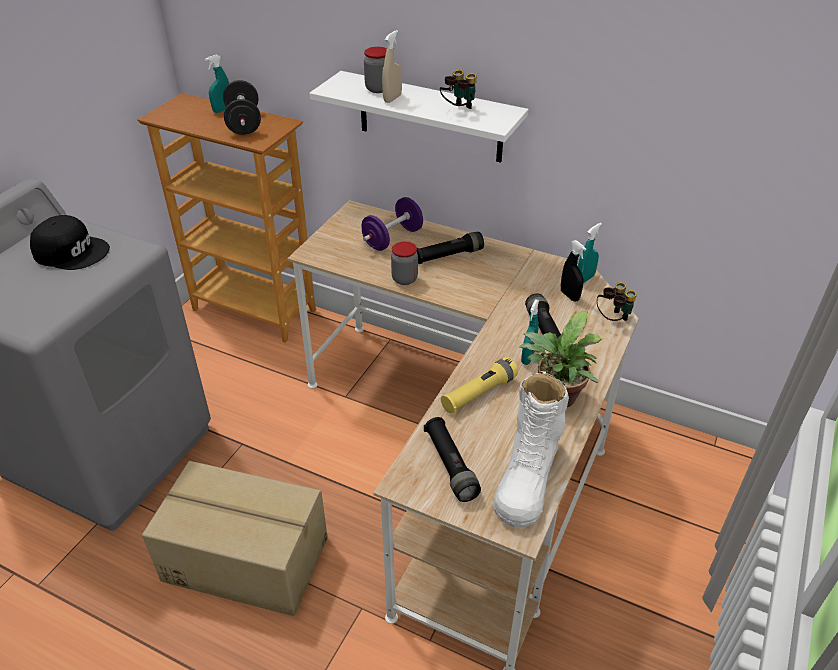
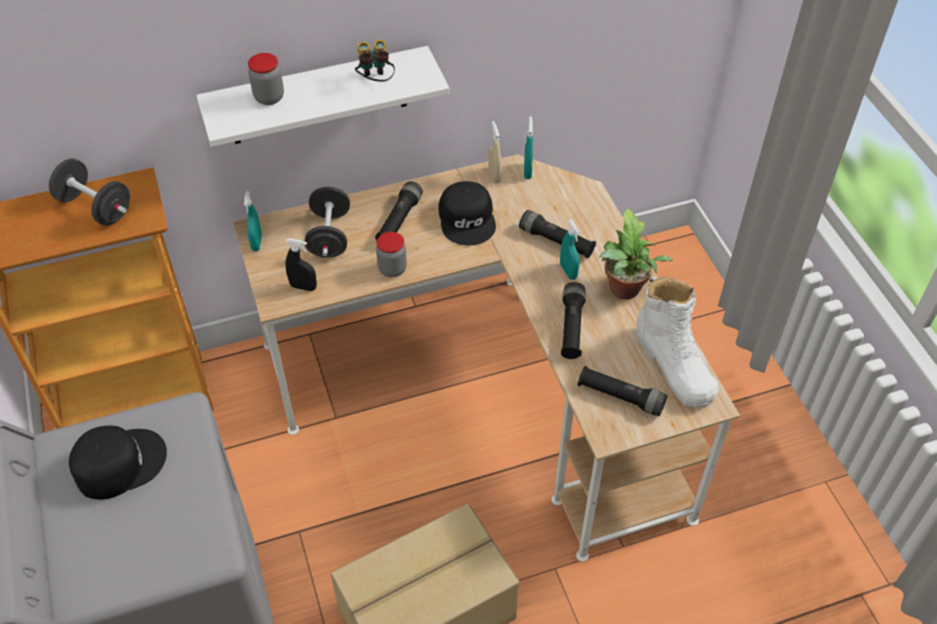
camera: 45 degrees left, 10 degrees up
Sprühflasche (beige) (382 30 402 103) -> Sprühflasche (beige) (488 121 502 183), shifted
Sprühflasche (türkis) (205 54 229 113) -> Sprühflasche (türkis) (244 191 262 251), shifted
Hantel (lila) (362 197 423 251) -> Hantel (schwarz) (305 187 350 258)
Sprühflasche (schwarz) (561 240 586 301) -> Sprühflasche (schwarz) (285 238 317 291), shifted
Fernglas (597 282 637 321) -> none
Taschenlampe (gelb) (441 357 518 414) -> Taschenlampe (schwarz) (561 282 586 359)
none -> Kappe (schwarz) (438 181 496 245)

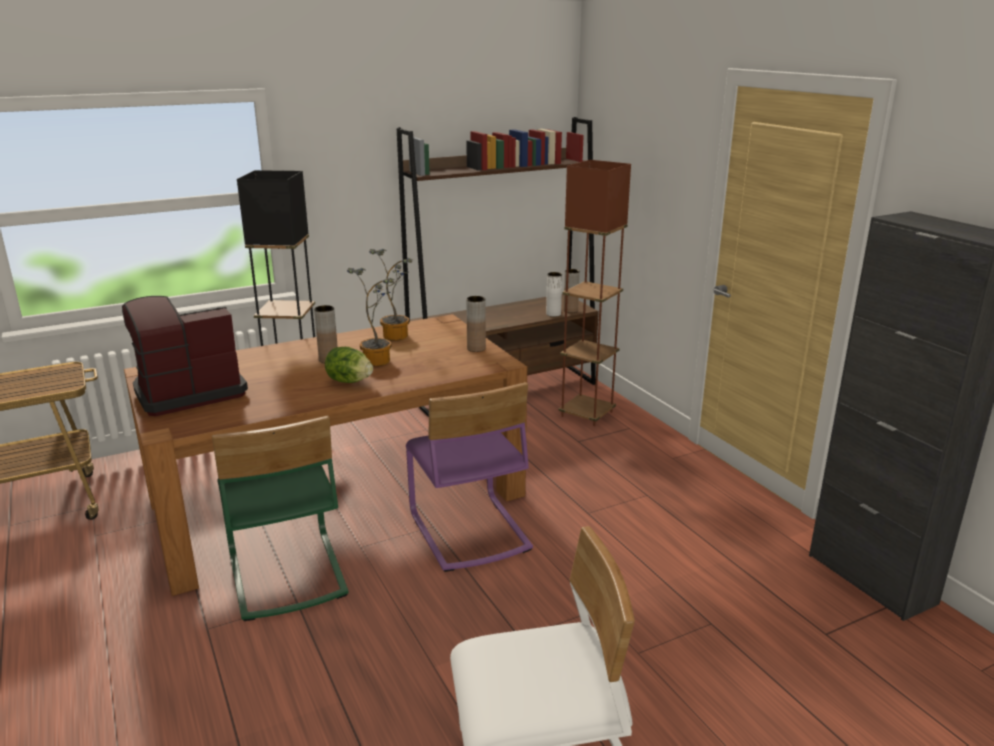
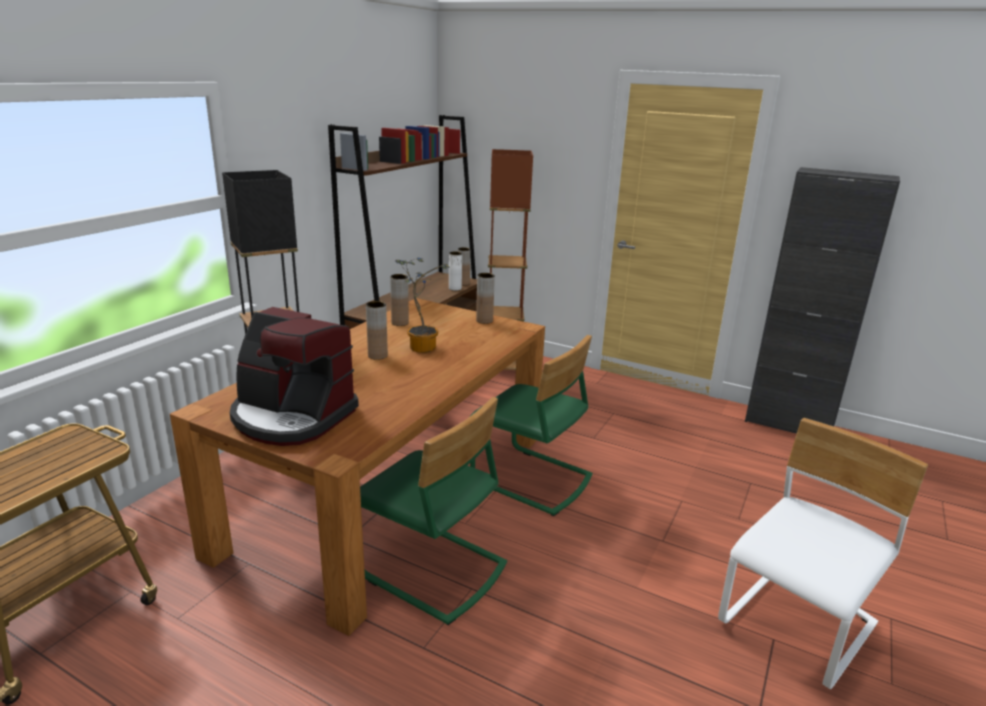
camera: 35 degrees left, 0 degrees up
Topfpflanze (369 248 413 341) -> Vase (braun) (390 274 409 326)
Kaffeemaschine (122 296 248 416) -> Kaffeemaschine (230 307 359 446), 90 degrees counterclockwise
Salatkopf (325 347 373 383) -> none
Stuhl (lila) (406 382 533 572) -> Stuhl (grün) (470 335 593 516)

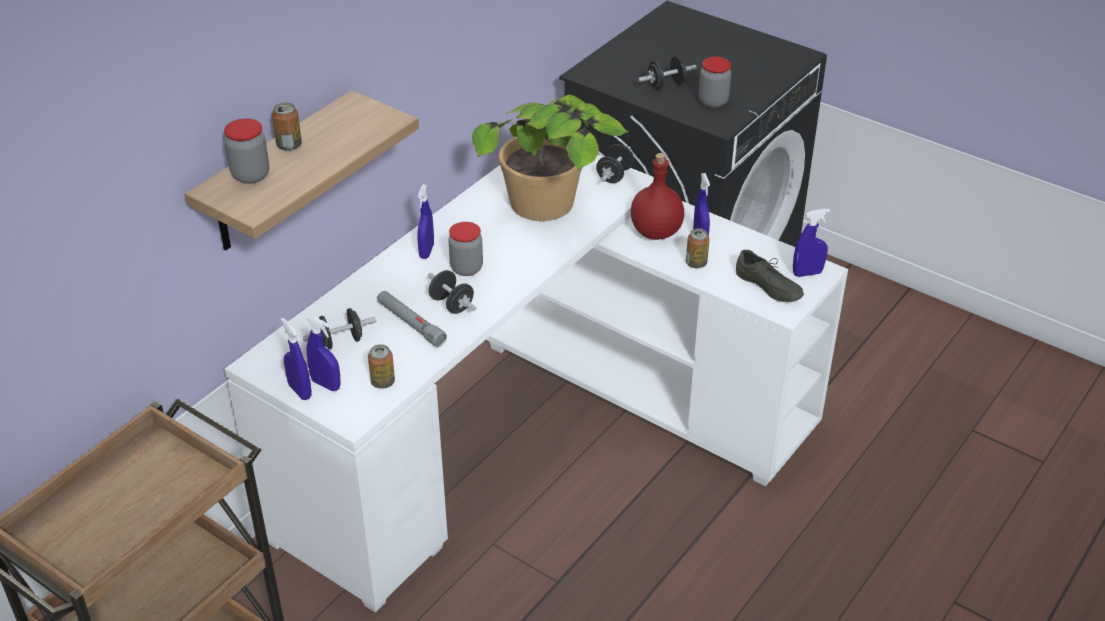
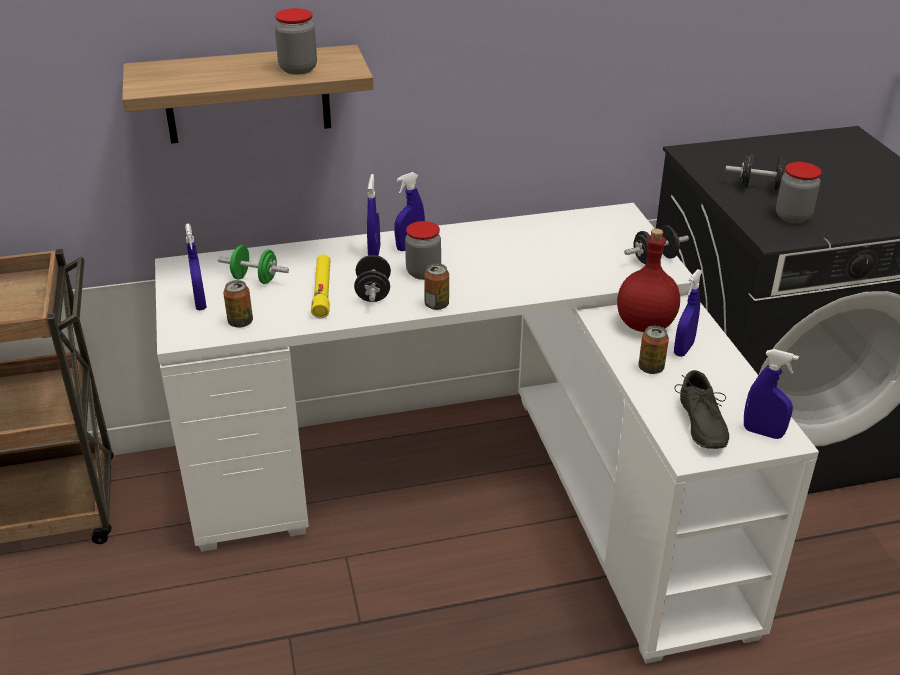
camera: 40 degrees right, 5 degrees down
Topfpflanze (472 94 629 221) -> none
Dose (272 102 302 151) -> Dose (424 264 449 310), shifted
Vorratsglas (224 118 270 184) -> Vorratsglas (275 8 317 75), shifted
Taschenlampe (grau) (377 291 447 347) -> Taschenlampe (gelb) (311 254 330 318)
Hantel (schwarz) (303 308 376 349) -> Hantel (grün) (218 245 289 284)
Sprühflasche (blau) (281 318 312 400) -> Sprühflasche (blau) (367 174 380 256), shifted

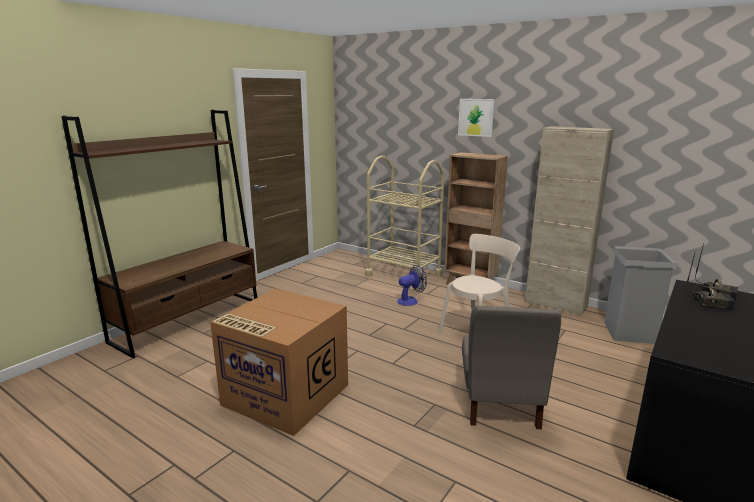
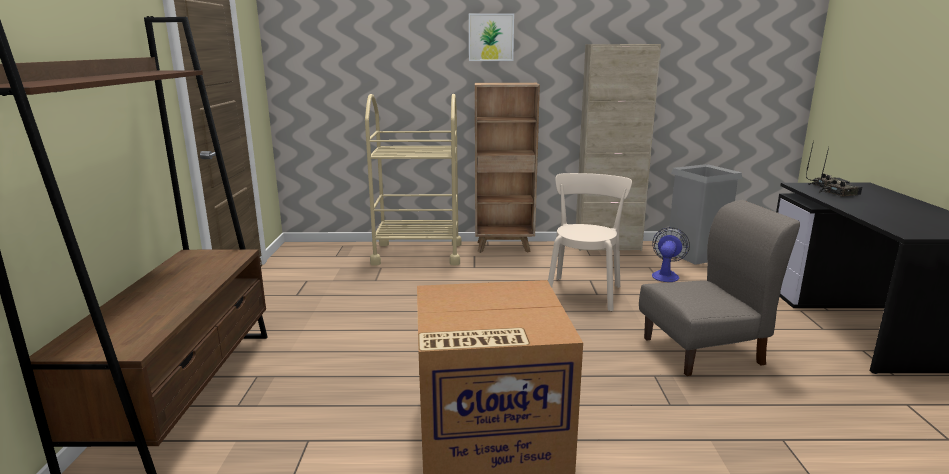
camera: 35 degrees left, 0 degrees up
Ventilator (397 265 427 306) -> Ventilator (652 227 690 282), shifted
Stuhl (grau) (462 306 561 429) -> Stuhl (grau) (639 200 800 376), 75 degrees counterclockwise

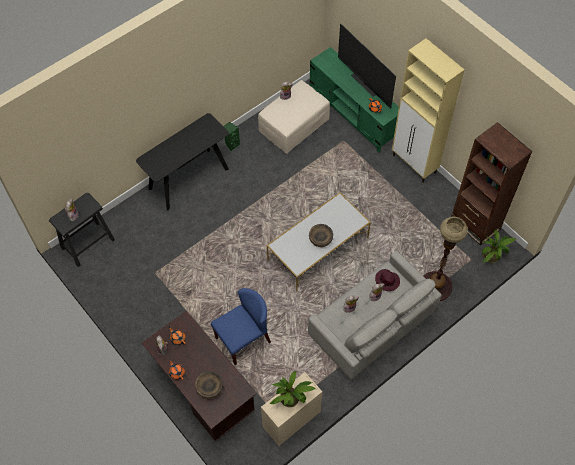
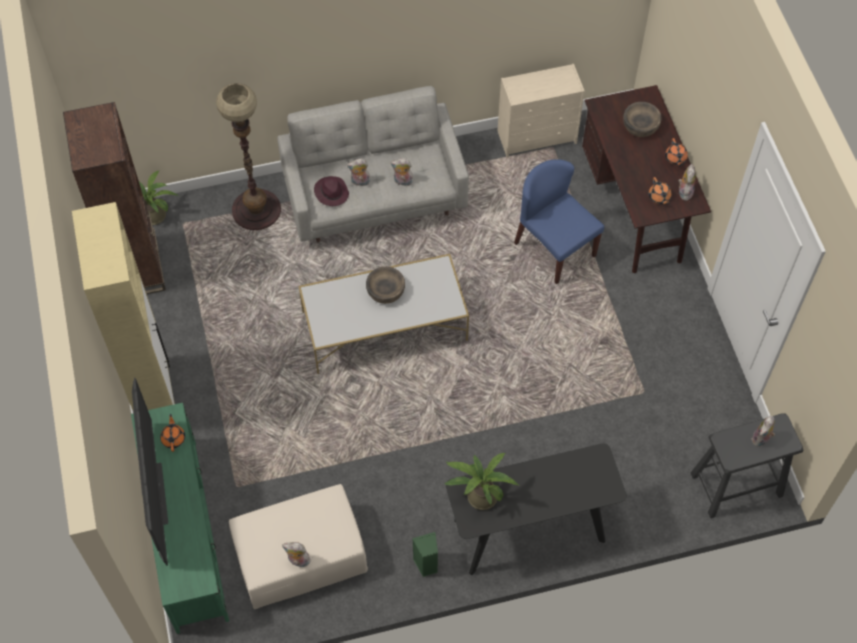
camera: 155 degrees left, 0 degrees up
Stuhl (blau) (211 288 271 365) -> Stuhl (blau) (514 159 604 284), 60 degrees clockwise
Topfpflanze (269 371 316 407) -> Topfpflanze (444 453 519 510), shifted

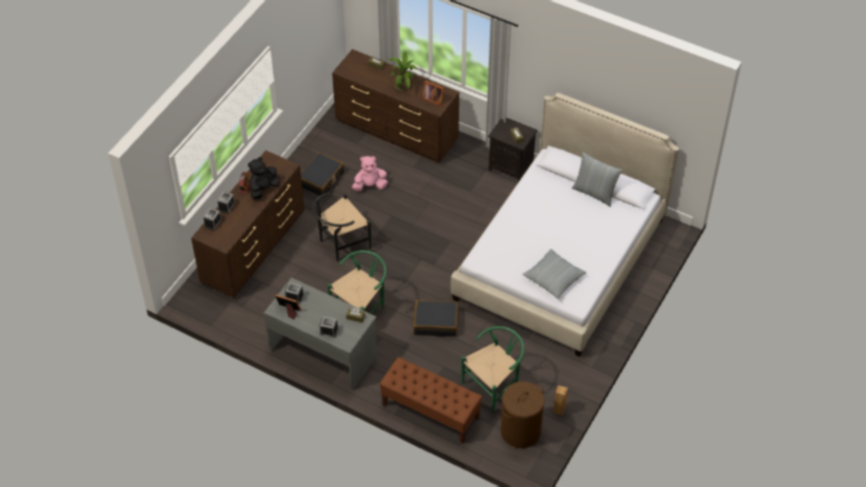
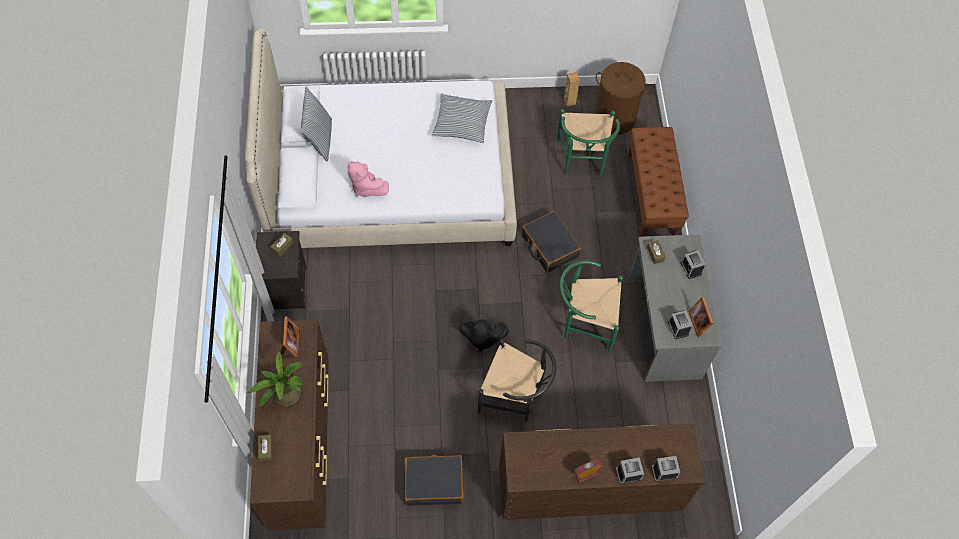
camera: 125 degrees left, 10 degrees up
Plüschtier (rosa) (352 156 388 191) -> Plüschtier (rosa) (348 161 389 197), shifted
Plüschtier (schwarz) (248 157 280 200) -> Plüschtier (schwarz) (459 319 509 352), shifted
Stuhl (grün) (461 326 524 413) -> Stuhl (grün) (557 109 620 176), 105 degrees counterclockwise

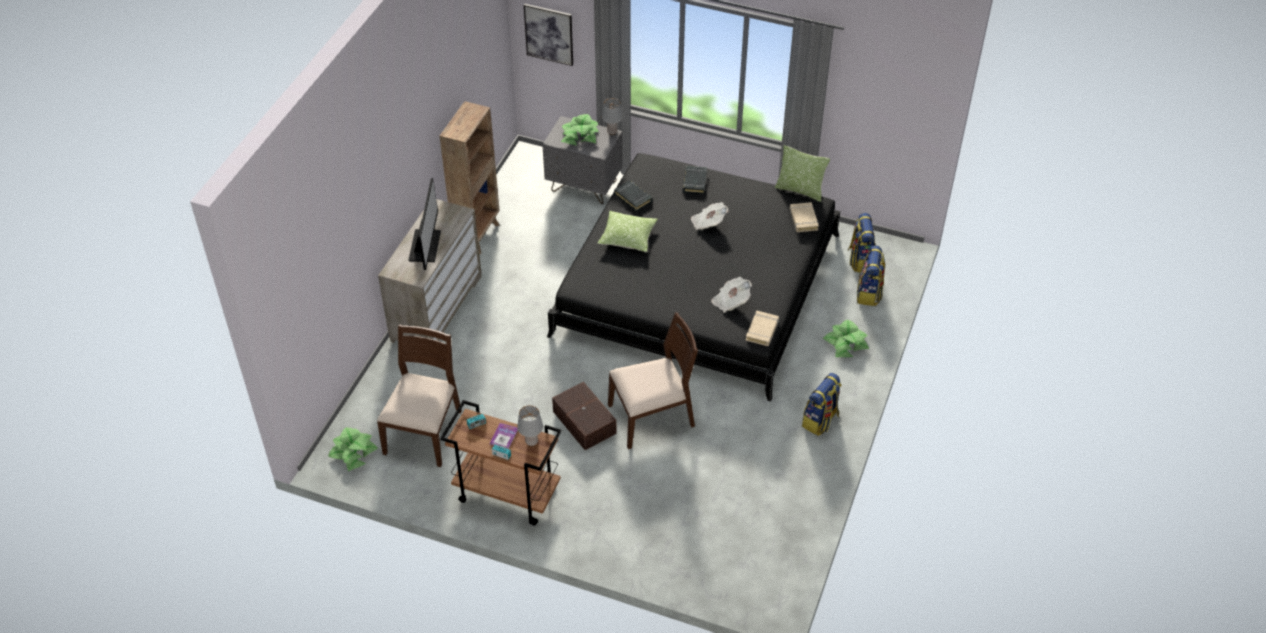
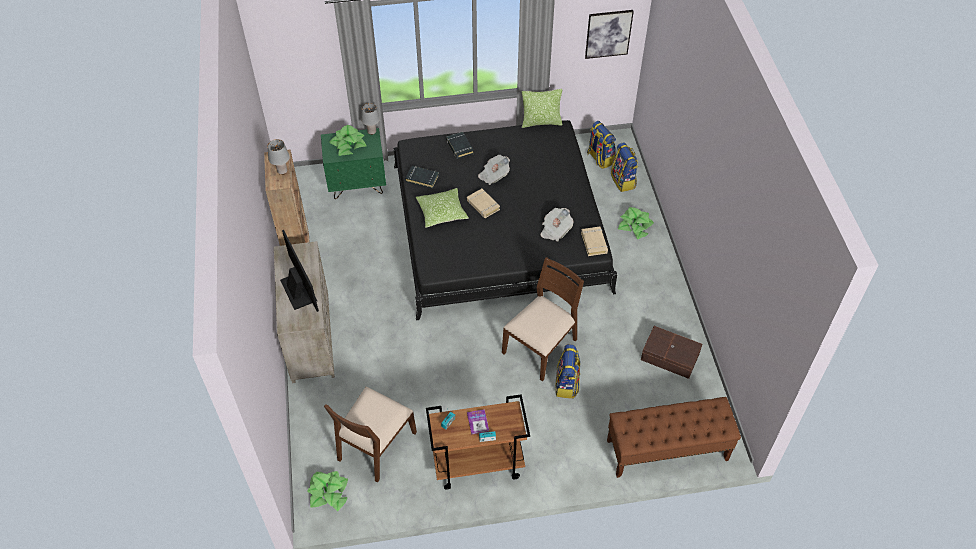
camera: 30 degrees left, 5 degrees up
Bild (524 4 573 66) -> Bild (585 10 634 59), shifted
Nachttisch (grau) (542 116 623 204) -> Nachttisch (grün) (321 128 386 199)
Buch (beige) (790 202 819 232) -> Buch (beige) (467 189 500 218), shifted
Stuhl (braun) (377 324 462 467) -> Stuhl (braun) (324 387 417 482), 135 degrees counterclockwise
Rucksack (802 373 842 436) -> Rucksack (555 344 580 398), shifted
Aufbewahrungsbox (braun) (552 382 617 450) -> Aufbewahrungsbox (braun) (641 326 702 379), shifted
Tischlampe (grau) (517 405 543 446) -> Tischlampe (grau) (268 139 290 175), shifted
none -> Bank (braun) (607 397 741 478)

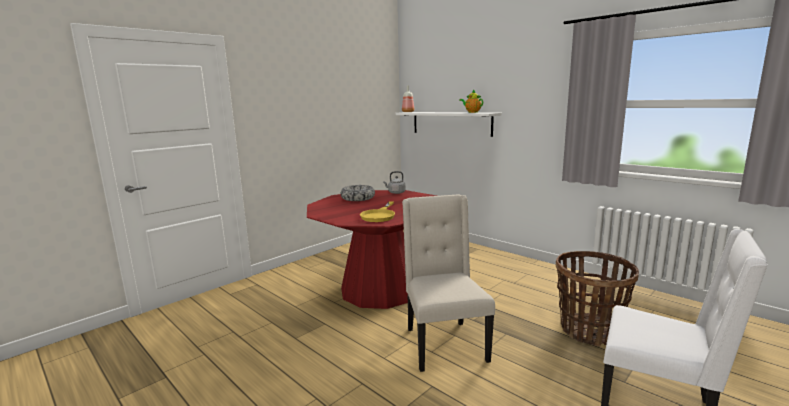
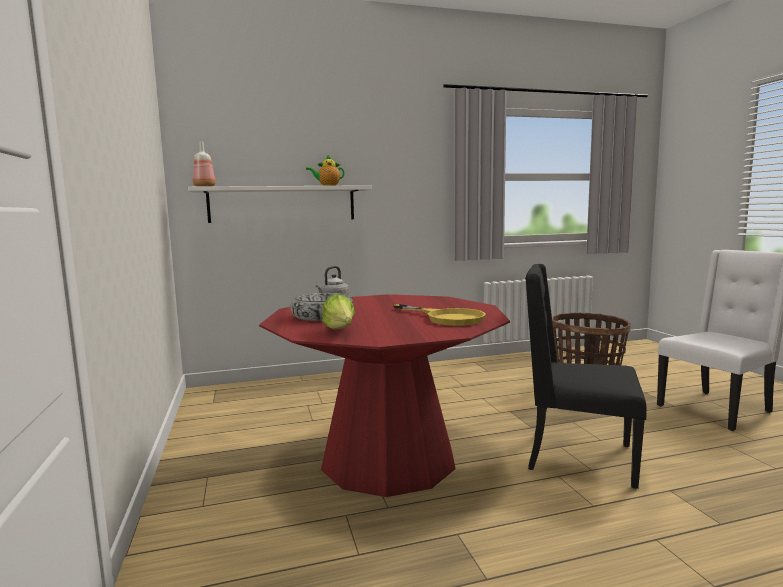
camera: 60 degrees left, 5 degrees down
Stuhl (beige) (402 195 495 372) -> Stuhl (schwarz) (525 264 647 489)
none -> Salatkopf (322 294 355 330)

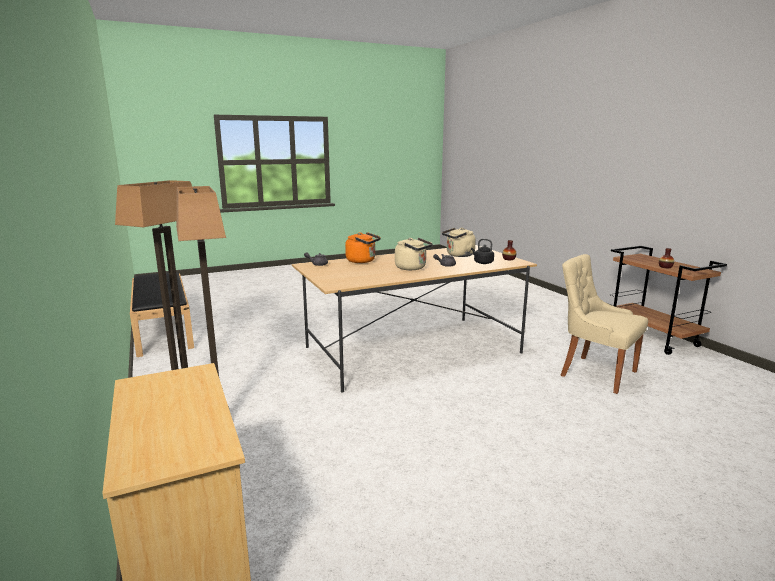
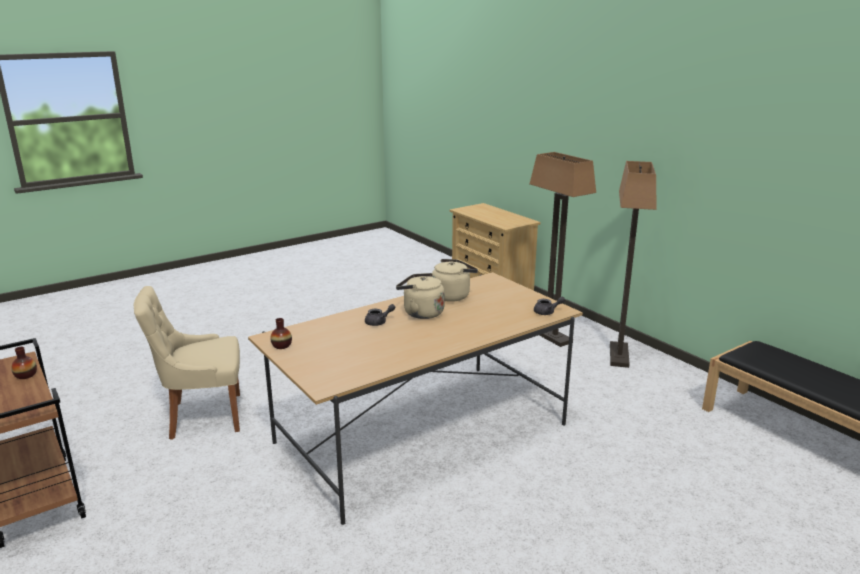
camera: 170 degrees right, 5 degrees up
Wasserkessel (beige) (442 228 476 257) -> Wasserkessel (beige) (432 259 478 302), shifted
Wasserkessel (orange) (345 232 381 263) -> none
Wasserkessel (schwarz) (471 239 494 264) -> none
Stuhl (beige) (561 254 648 394) -> Stuhl (beige) (134 286 240 440), 135 degrees clockwise

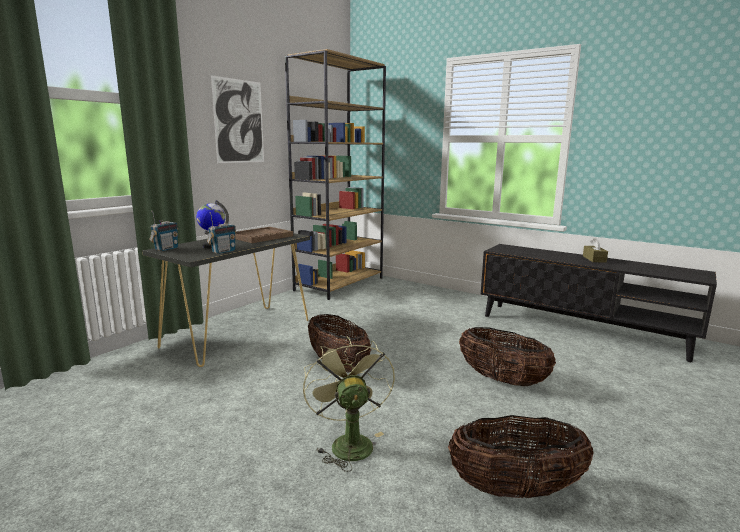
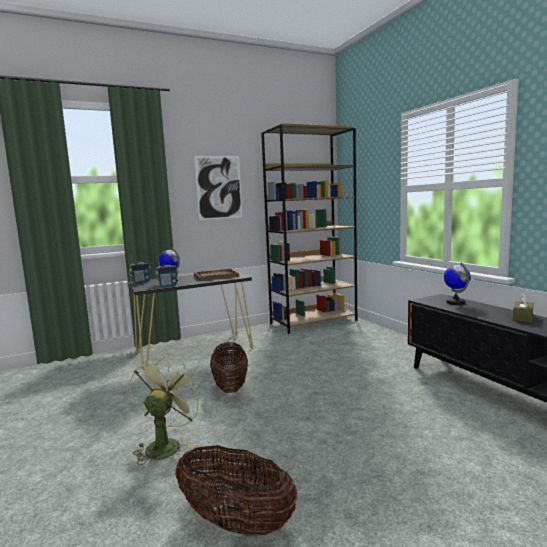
camera: 30 degrees right, 5 degrees down
Korb (459 327 556 386) -> none
none -> Globus (444 262 471 305)

